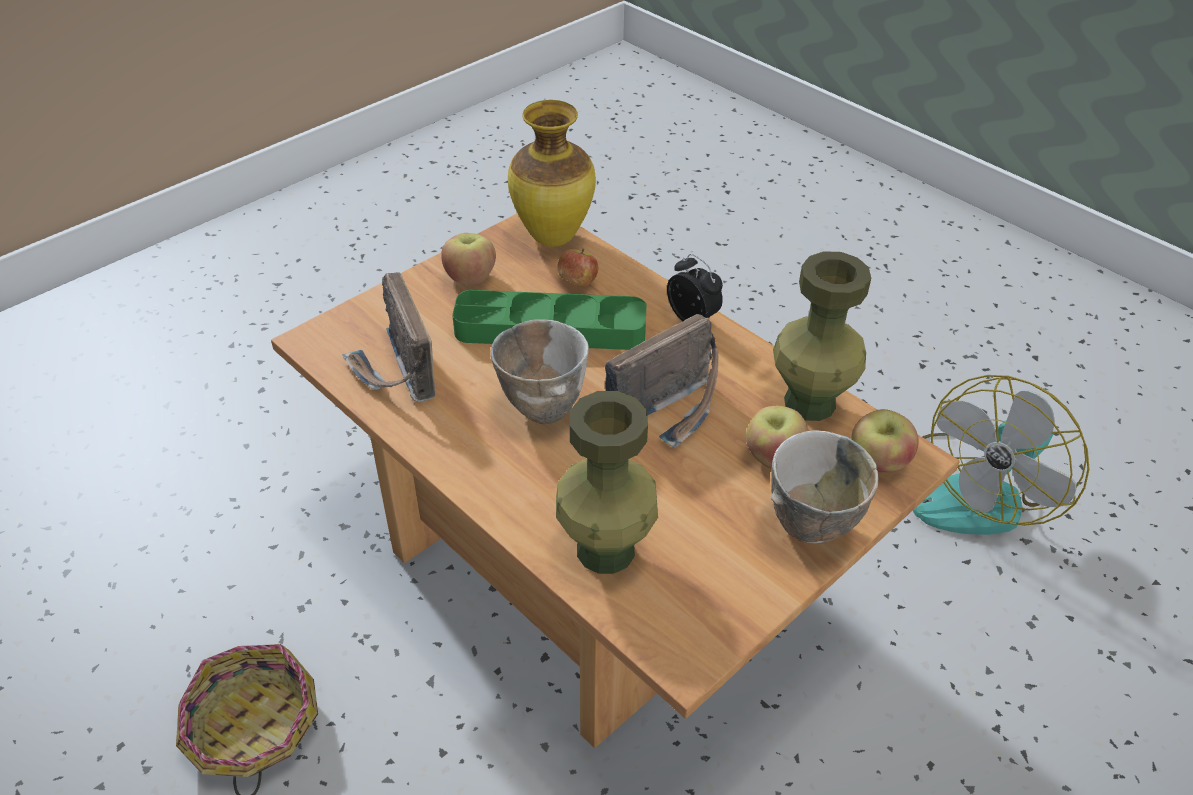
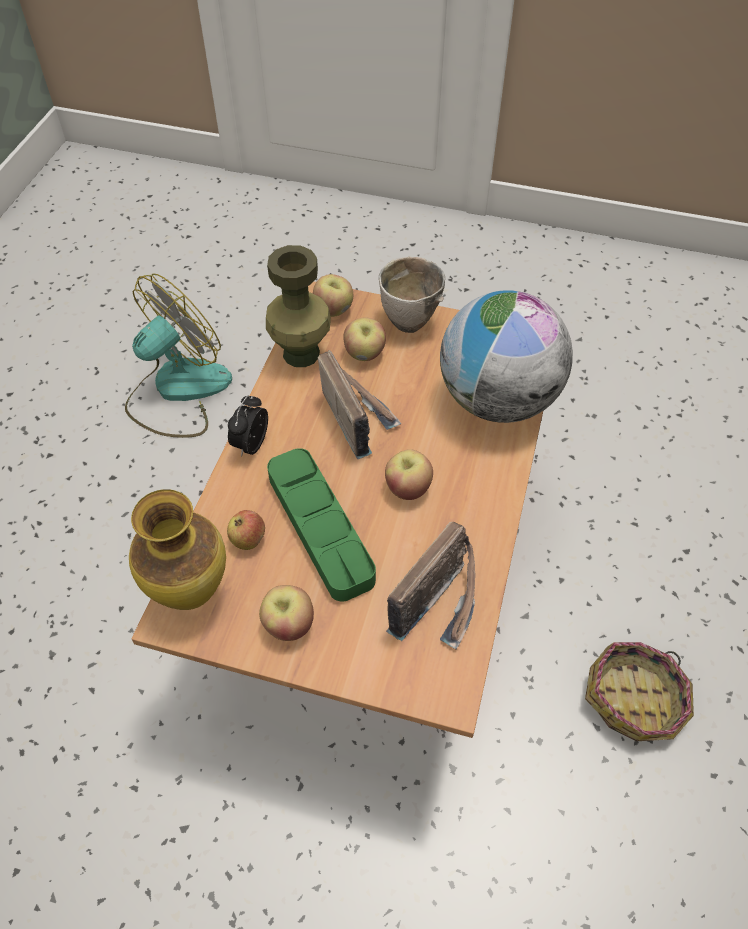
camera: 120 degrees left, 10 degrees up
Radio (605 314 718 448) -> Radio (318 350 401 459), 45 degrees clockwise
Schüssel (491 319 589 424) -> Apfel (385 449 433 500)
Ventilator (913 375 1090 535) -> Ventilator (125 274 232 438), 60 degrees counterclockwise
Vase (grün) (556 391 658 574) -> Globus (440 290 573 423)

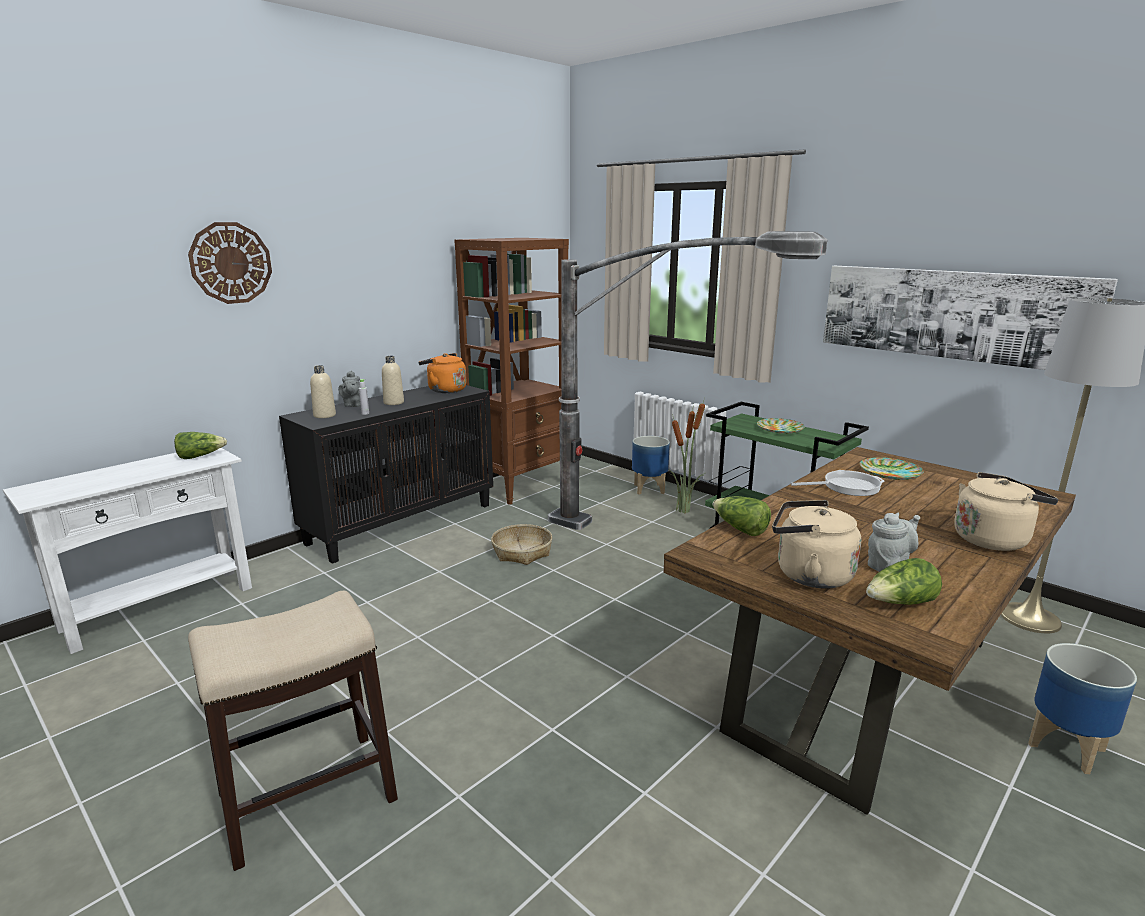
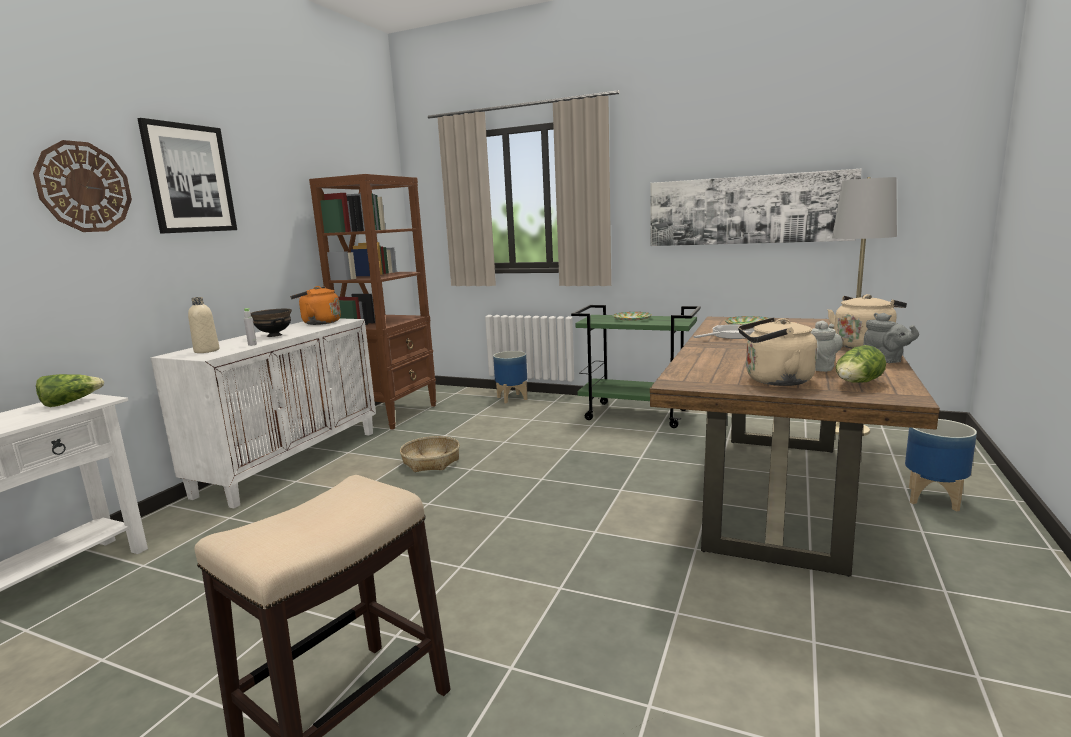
camera: 20 degrees left, 5 degrees down
Stehlampe (548 231 827 530) -> none
Flasche (beige) (382 356 404 405) -> Schüssel (schwarz) (251 309 292 337)
Teekanne (grau) (338 371 361 407) -> Teekanne (grau) (863 313 919 363), shifted
Schrank (schwarz) (279 385 493 564) -> Schrank (weiß) (150 318 376 508)
Topfpflanze (669 398 705 513) -> none
Salatkopf (713 496 771 536) -> none
none -> Bild (137 118 237 234)

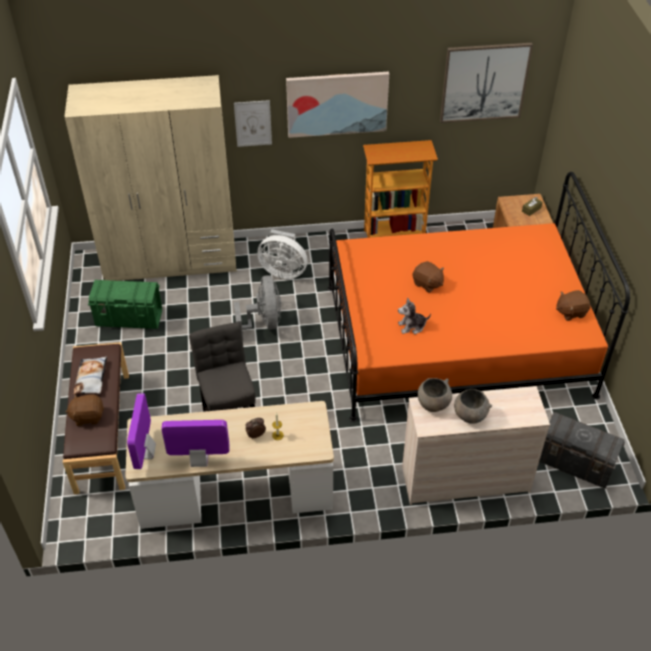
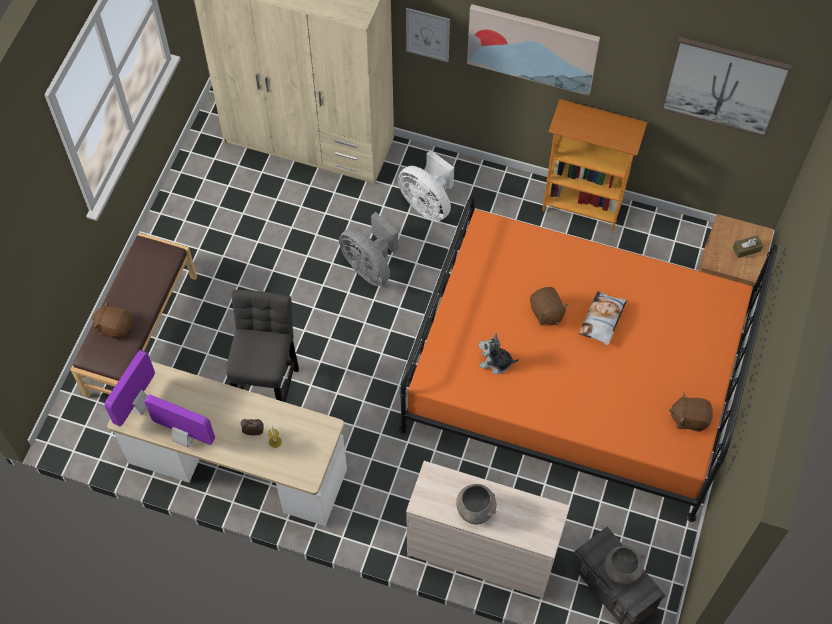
camera: 25 degrees right, 15 degrees up
Ventilator (grau) (234 275 281 341) -> Ventilator (grau) (339 212 398 286), 120 degrees clockwise
Aufbewahrungsbox (grün) (88 280 162 329) -> none
Kissen (74 356 107 395) -> Kissen (579 291 627 345), shifted
Schüssel (grau) (418 378 452 412) -> Schüssel (grau) (604 544 645 584), shifted

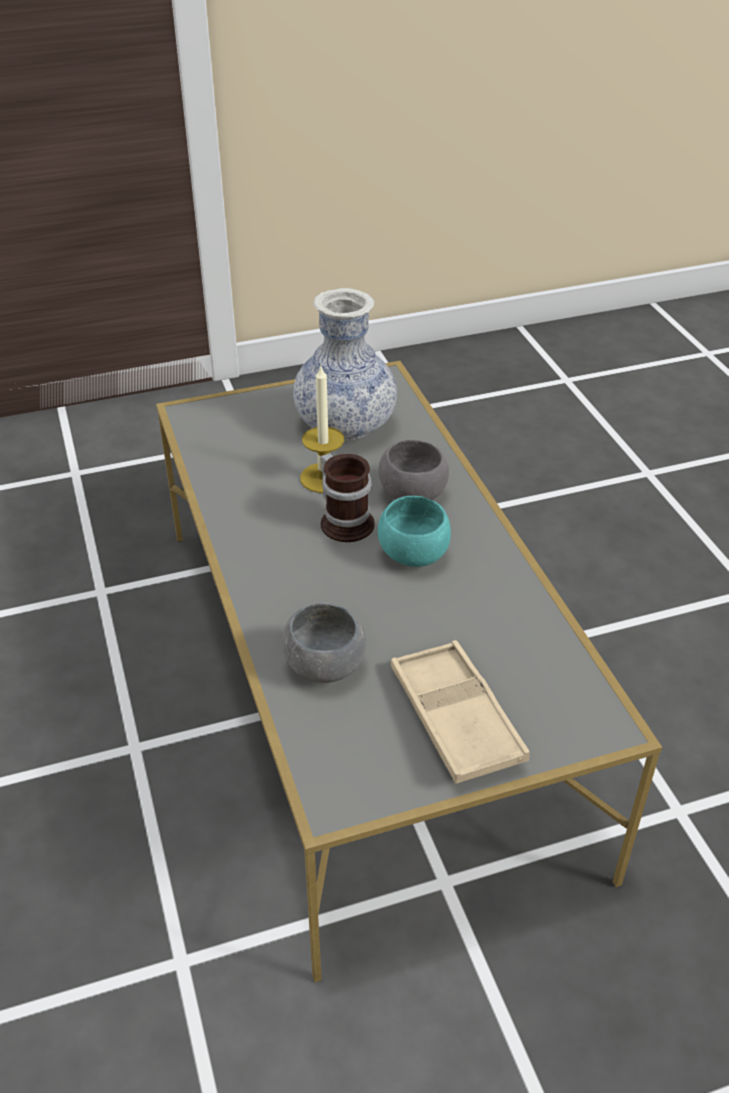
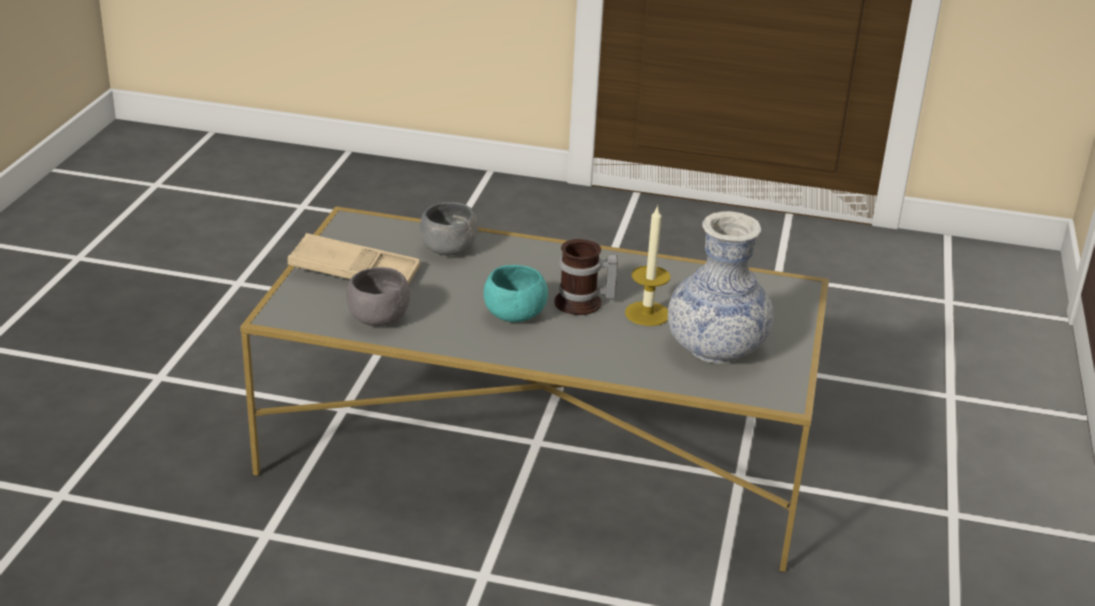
camera: 120 degrees right, 10 degrees down
Schüssel (grau) (378 440 449 500) -> Schüssel (grau) (346 267 410 326), shifted

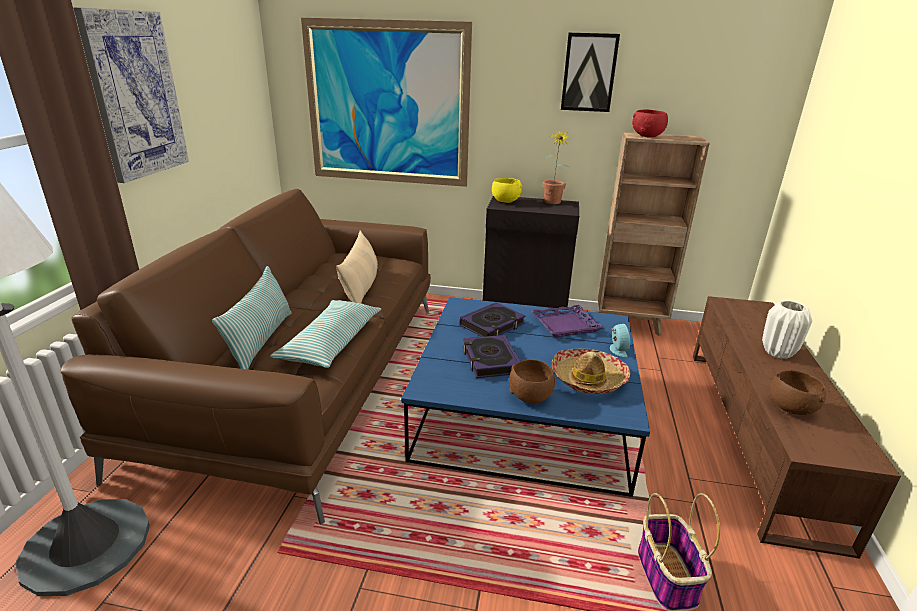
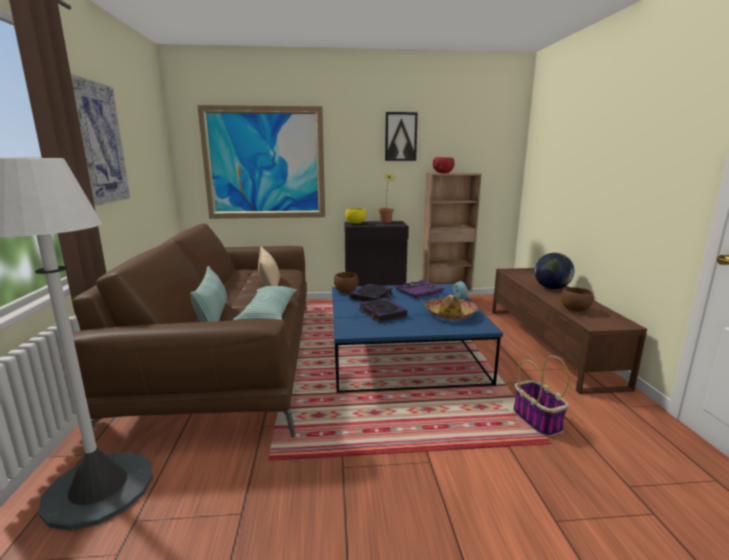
camera: 15 degrees left, 10 degrees down
Vase (weiß) (762 300 813 359) -> Globus (534 253 575 289)
Schüssel (braun) (509 360 555 404) -> Schüssel (braun) (334 272 359 293), shifted

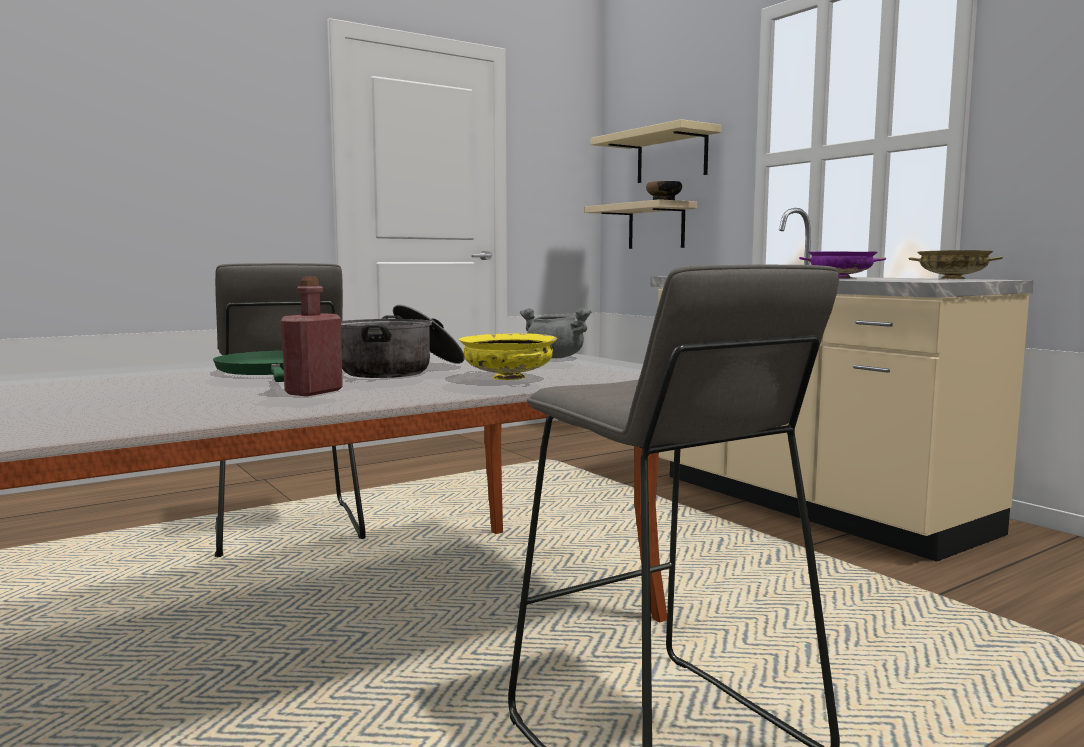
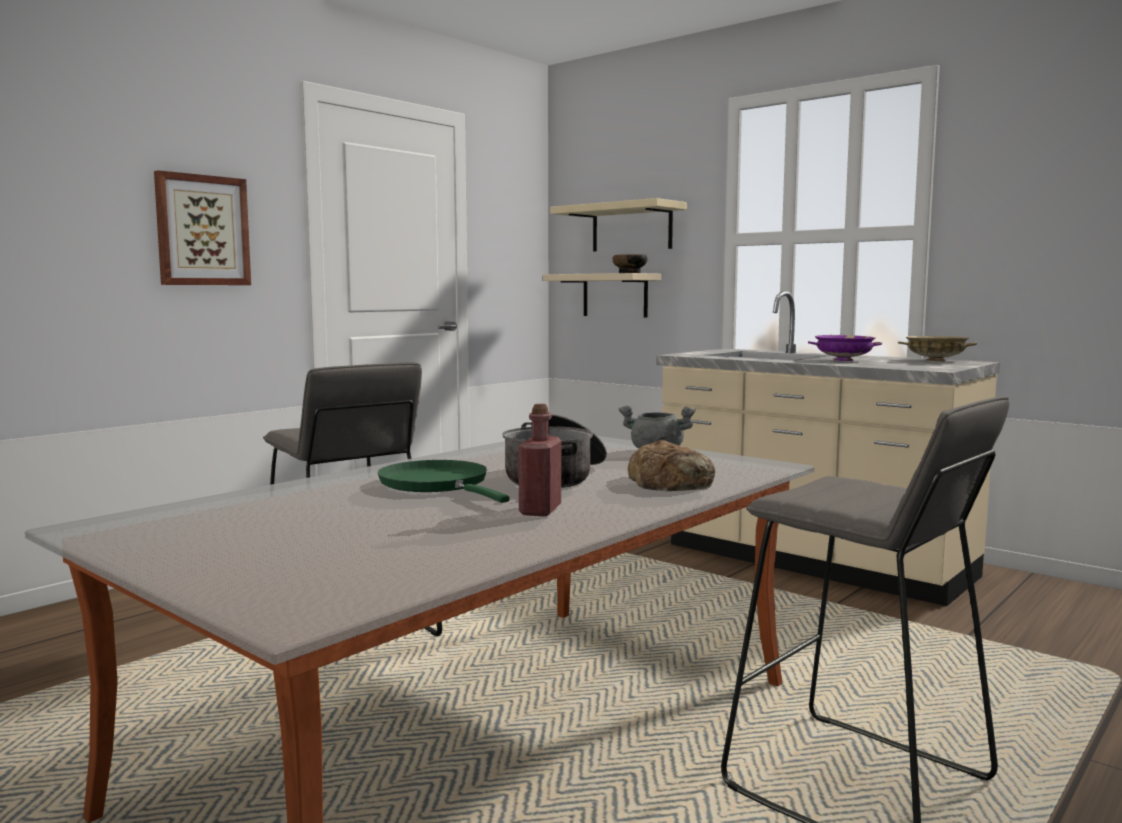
camera: 15 degrees left, 0 degrees up
Schüssel (gelb) (459 333 557 380) -> Brot (628 440 715 491)
none -> Bild (154 170 251 285)

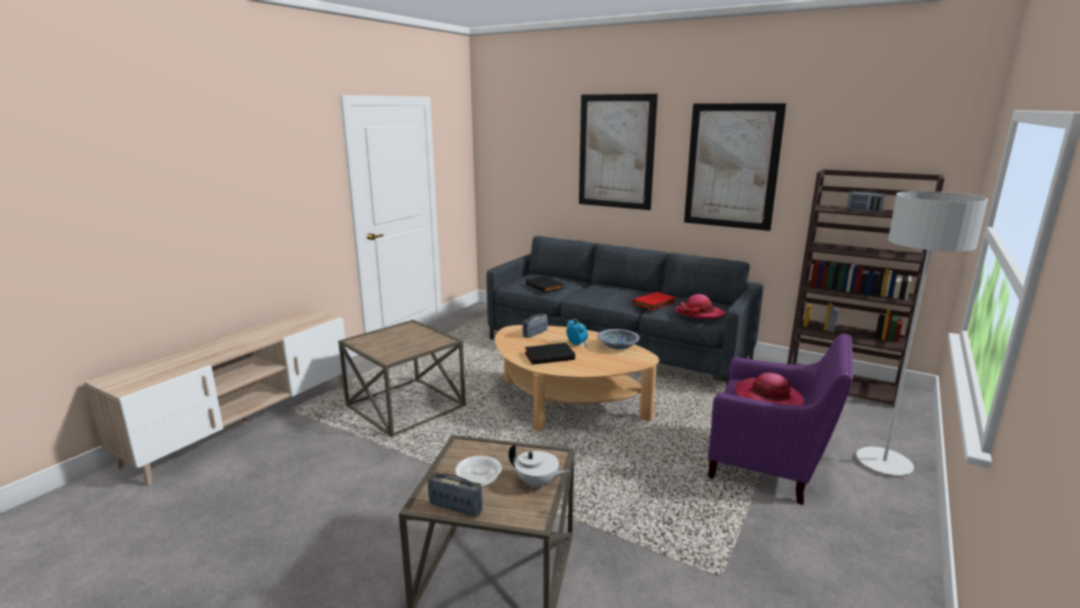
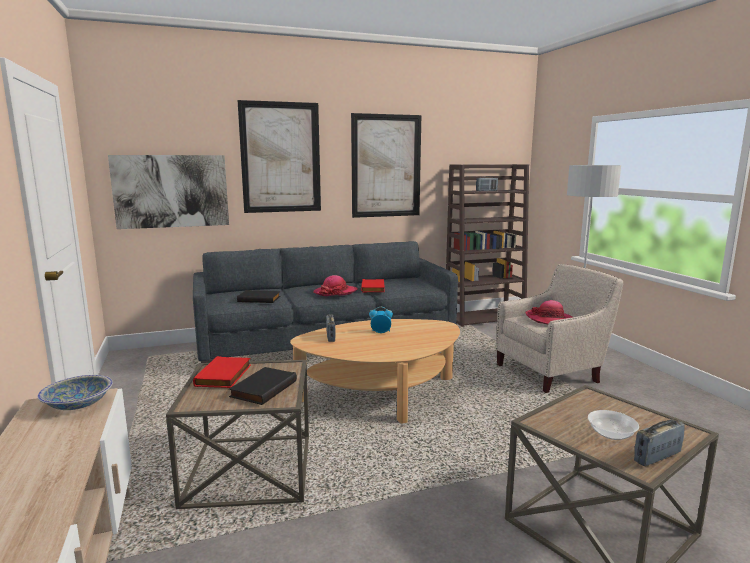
camera: 50 degrees left, 5 degrees down
Hut (675 294 726 319) -> Hut (313 275 358 296), shifted
Schüssel (598 329 640 349) -> Schüssel (37 375 113 410), shifted
Sessel (lila) (708 333 853 505) -> Sessel (beige) (496 264 623 393)
Buch (schwarz) (525 343 575 365) -> Buch (schwarz) (229 367 297 405), shifted
Teekanne (weiß) (509 444 569 489) -> none
none -> Bild (108 155 229 229)
none -> Buch (rot) (193 356 251 388)

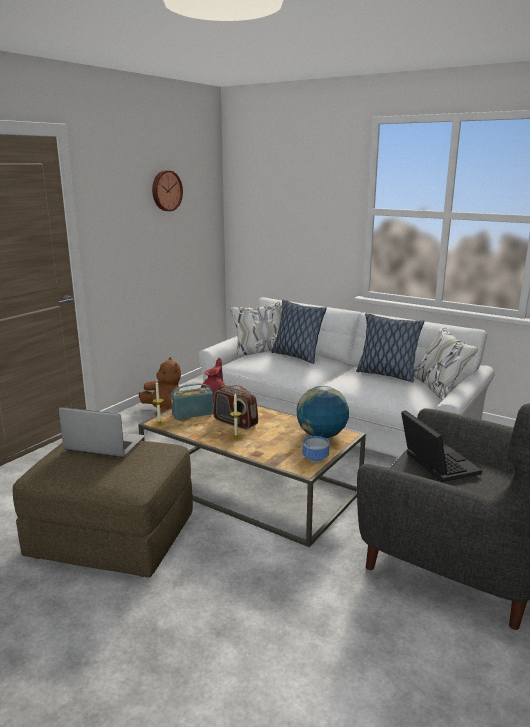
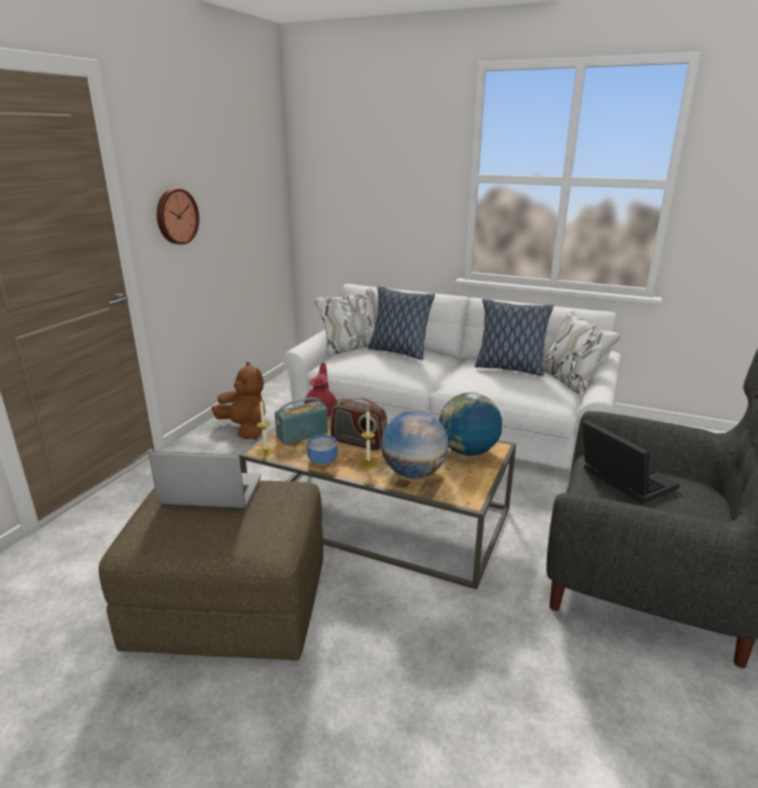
camera: 10 degrees left, 5 degrees up
Wanduhr (152 170 183 211) -> Wanduhr (157 189 199 245), shifted
Schüssel (302 436 329 462) -> Schüssel (307 435 338 465), shifted
none -> Globus (381 411 449 478)

